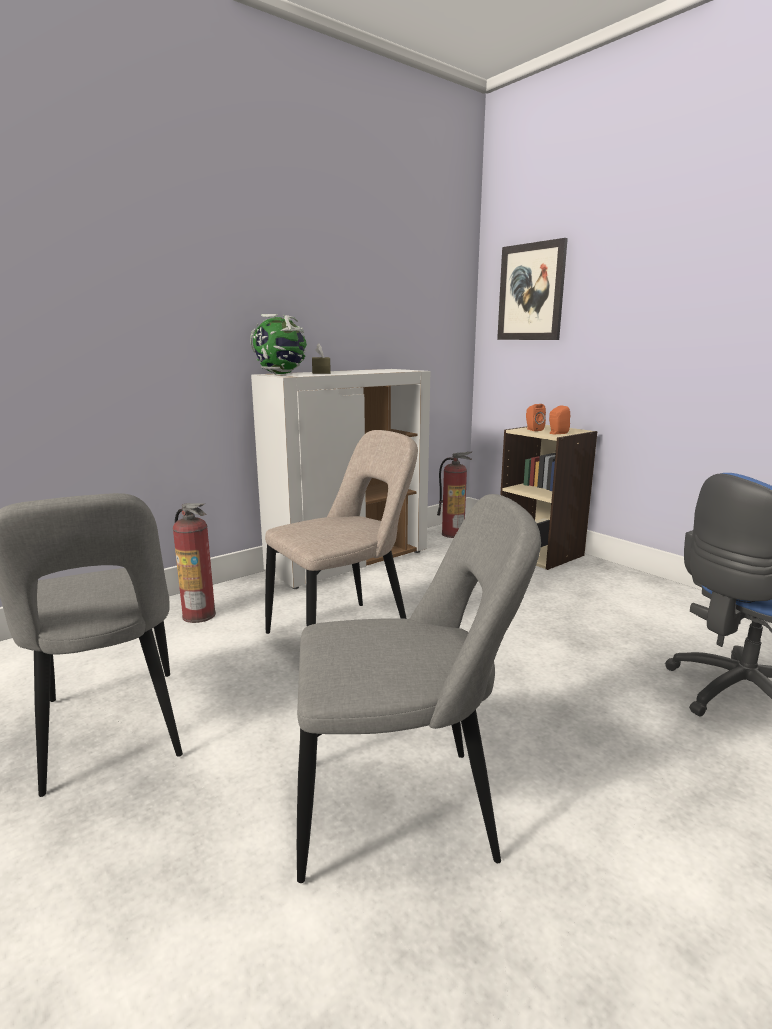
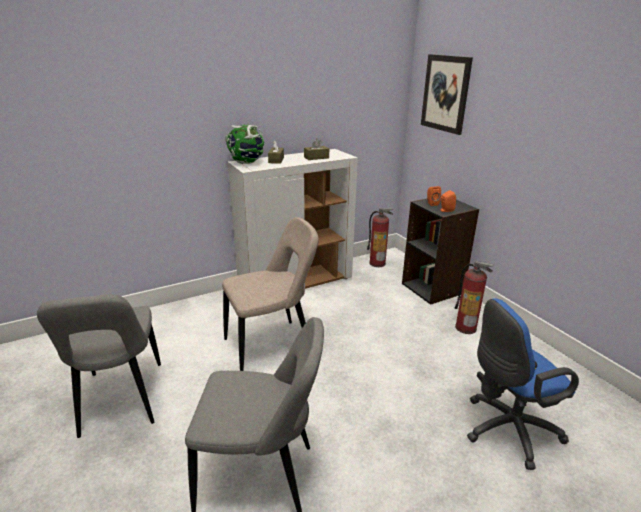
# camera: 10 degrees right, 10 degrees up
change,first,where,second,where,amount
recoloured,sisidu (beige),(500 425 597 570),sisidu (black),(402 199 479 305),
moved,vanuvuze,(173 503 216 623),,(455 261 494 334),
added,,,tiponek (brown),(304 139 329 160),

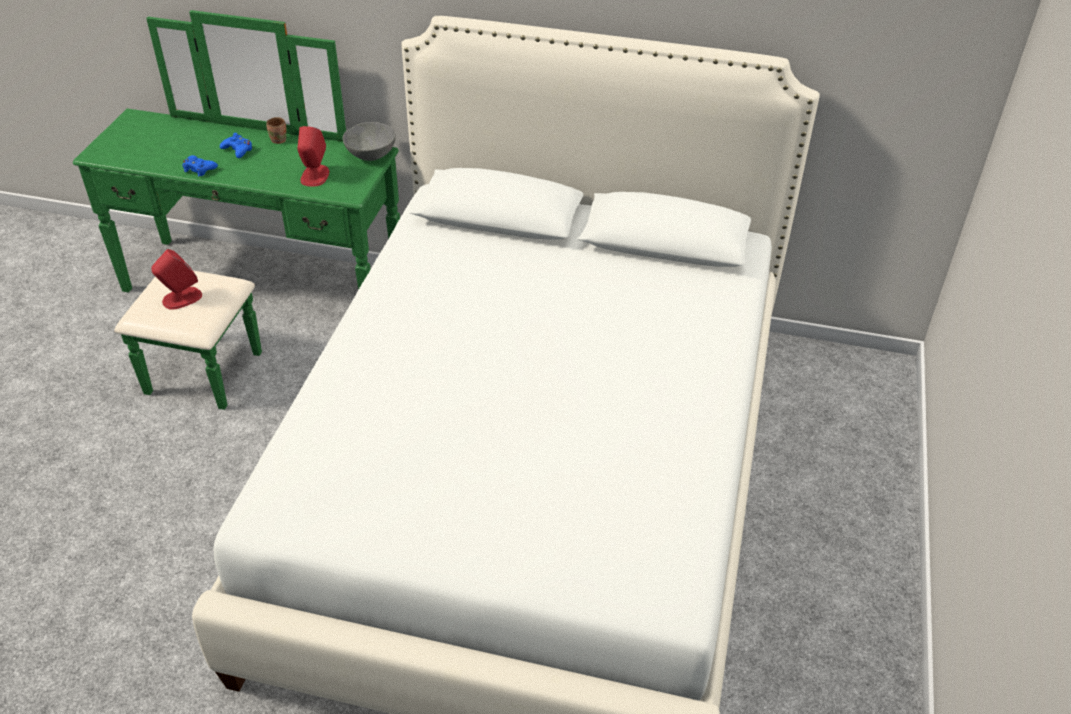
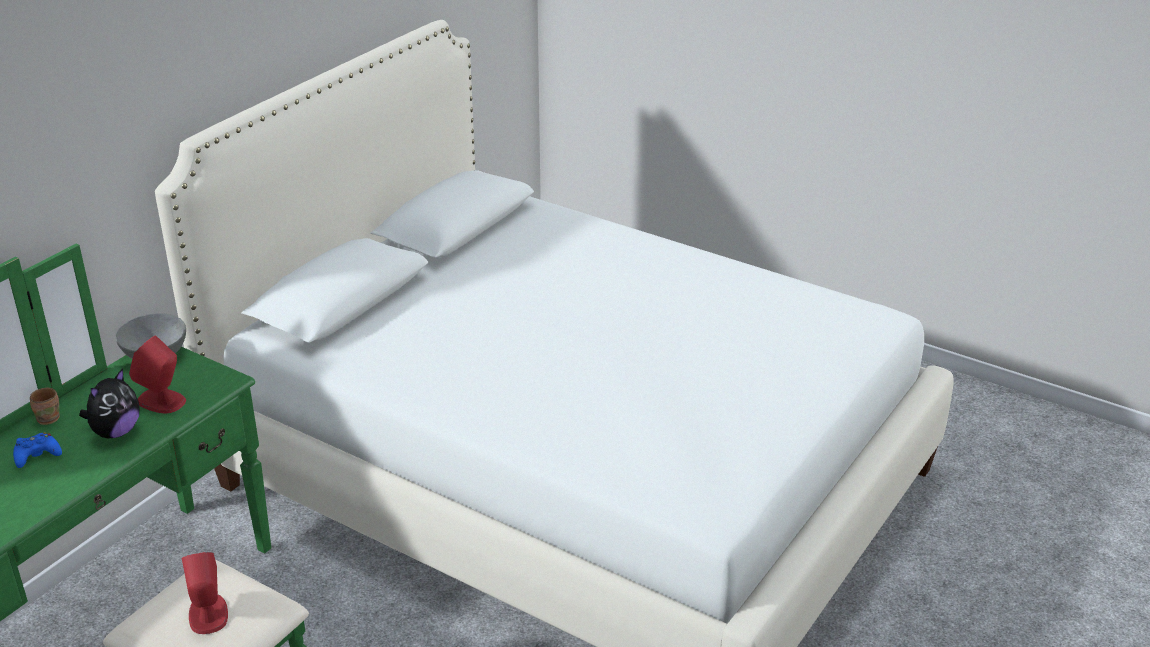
# camera: 70 degrees left, 10 degrees down
change,first,where,second,where,amount
removed,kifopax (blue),(183 155 218 177),,,
added,,,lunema,(79 368 139 438),

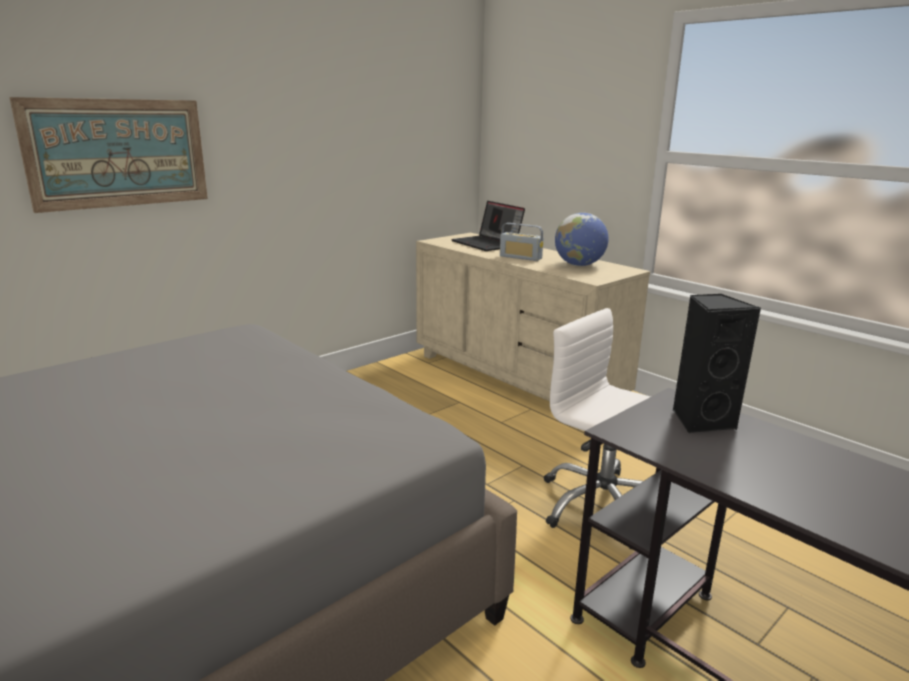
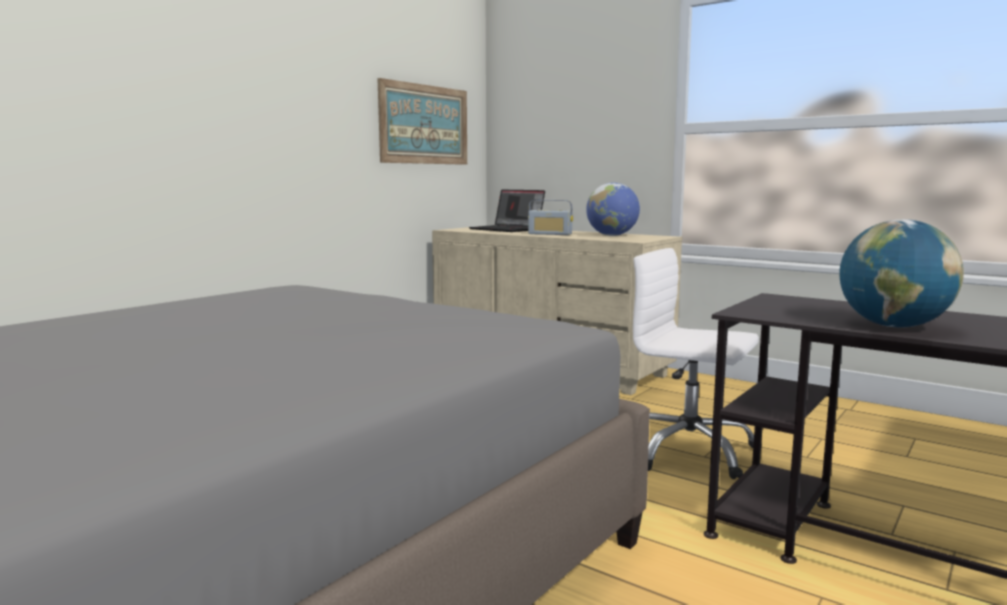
# camera: 10 degrees left, 10 degrees down
change,first,where,second,where,amount
moved,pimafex,(9 97 208 213),,(377 78 467 165),
removed,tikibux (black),(673 294 761 433),,,
added,,,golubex,(840 219 964 328),

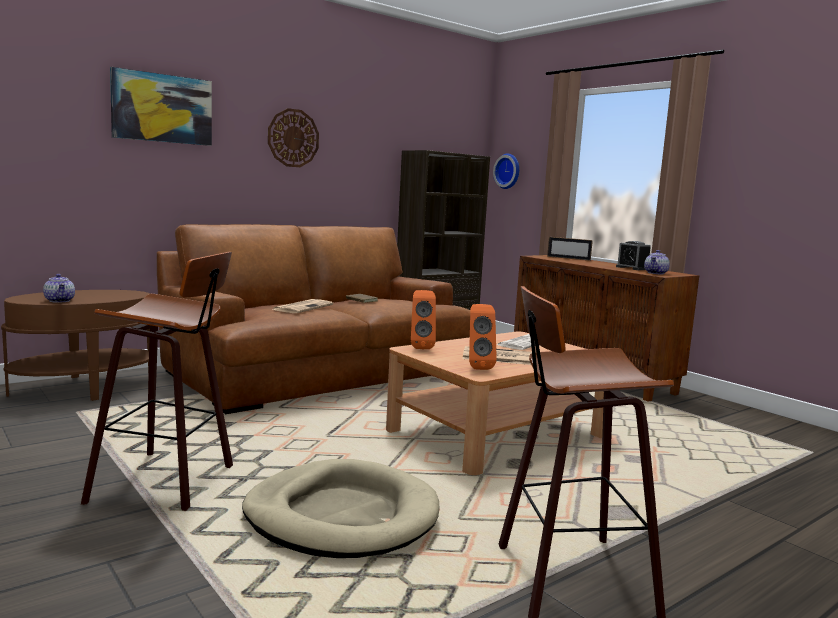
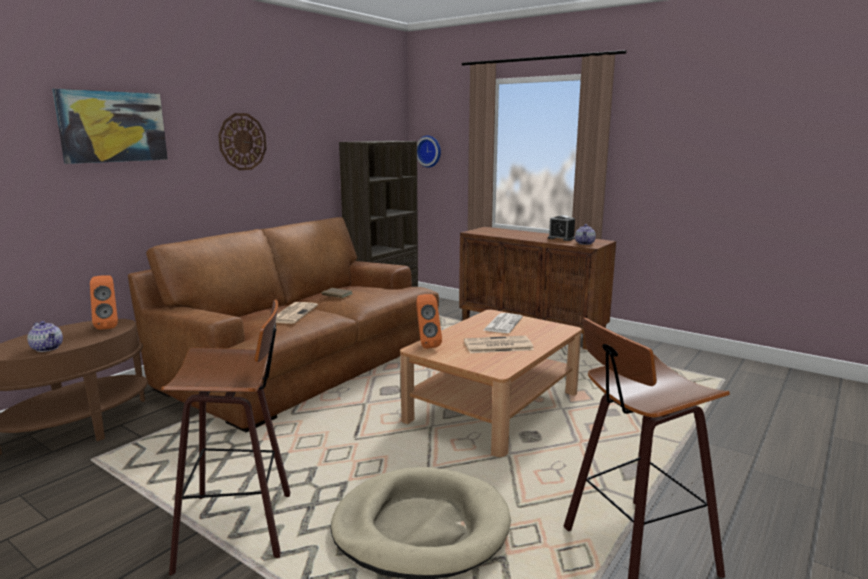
# camera: 15 degrees left, 5 degrees up
change,first,where,second,where,amount
removed,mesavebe,(547 237 593 261),,,
moved,tikibux (orange),(469 304 497 370),,(90 275 118 330),

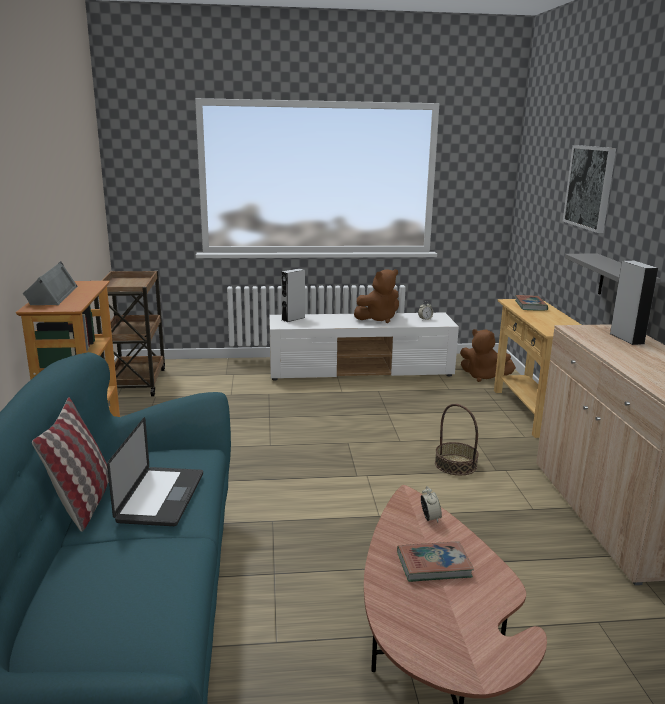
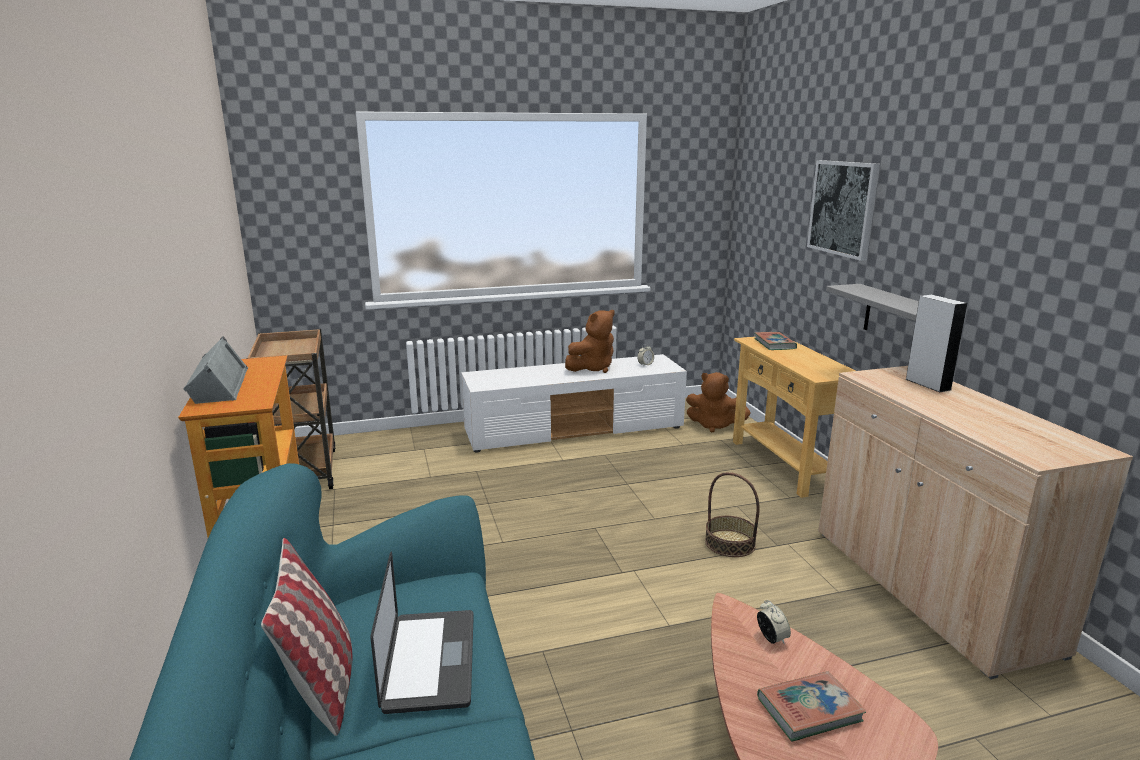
# camera: 10 degrees left, 0 degrees up
change,first,where,second,where,amount
removed,tikibux (grey),(281 268 305 322),,,

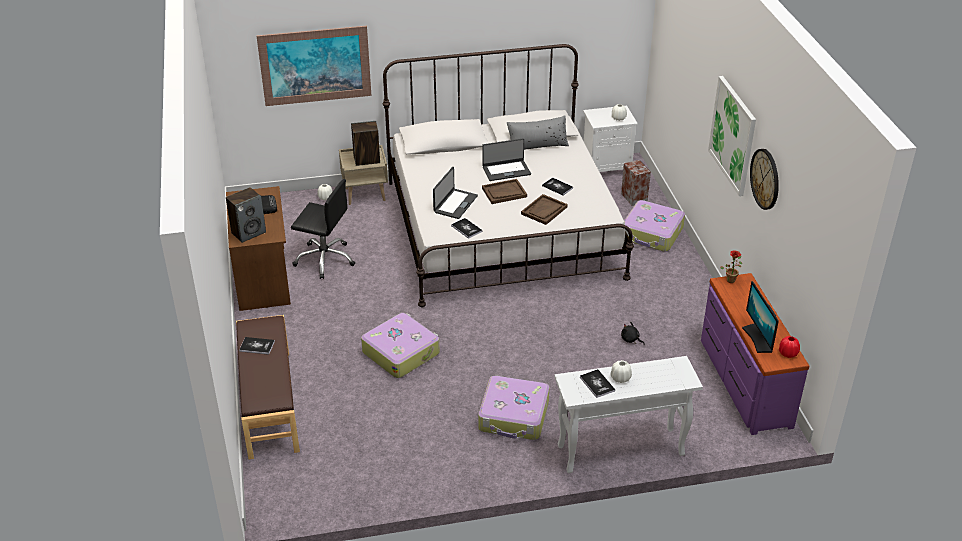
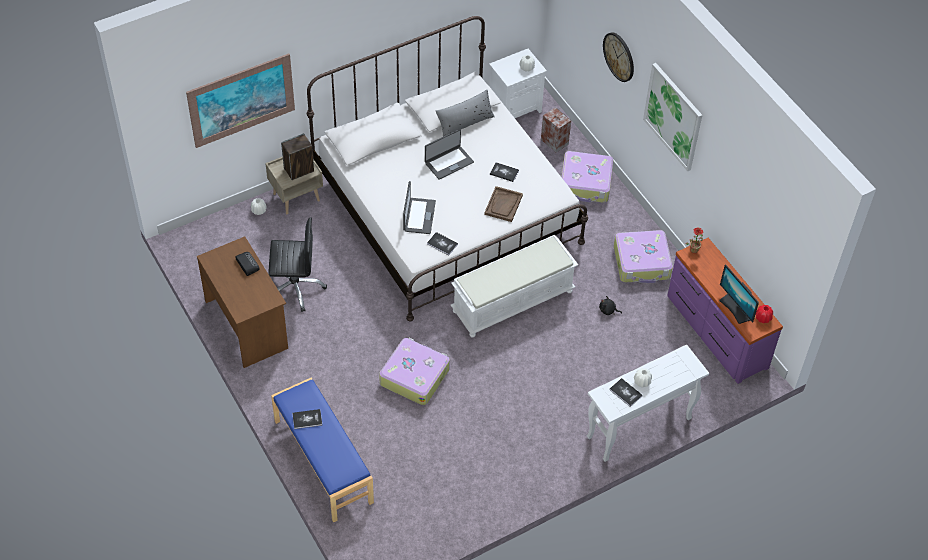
# camera: 20 degrees left, 15 degrees up
change,first,where,second,where,amount
moved,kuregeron,(750 149 779 210),,(603 32 634 82),
removed,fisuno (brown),(482 179 527 204),,,
removed,tikibux,(226 187 266 243),,,
recoloured,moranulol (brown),(236 315 300 460),moranulol (blue),(271 377 374 522),
moved,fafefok,(478 376 549 440),,(614 230 673 283),
added,,,moranulol (white),(451 235 578 337),

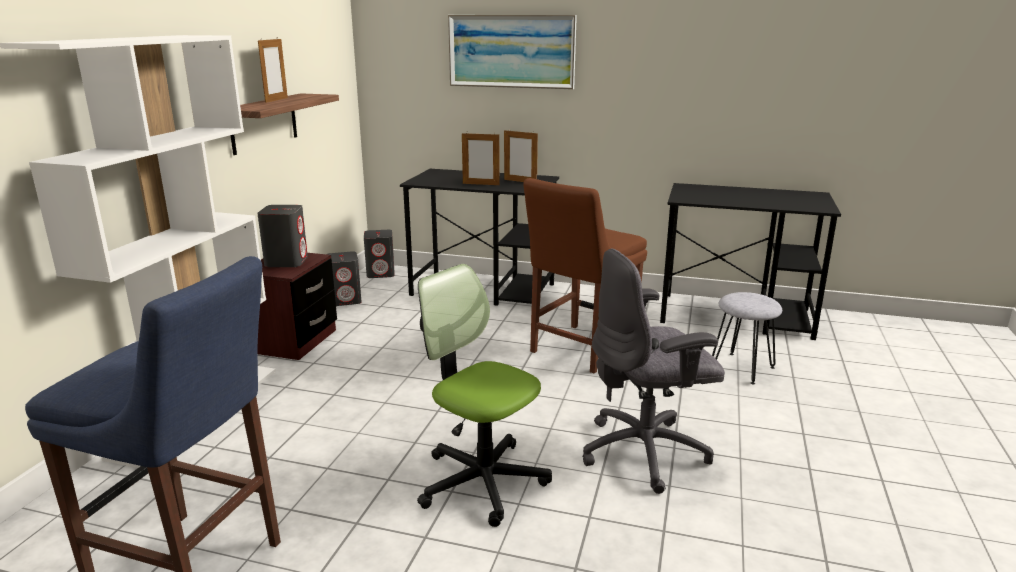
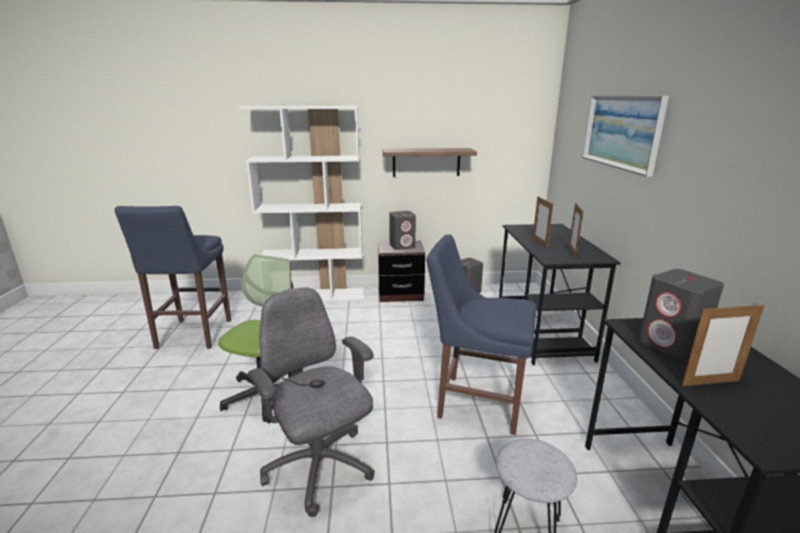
# camera: 70 degrees right, 0 degrees up
change,first,where,second,where,amount
moved,mesavebe,(258 37 288 103),,(682 302 765 386),
recoloured,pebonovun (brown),(523 178 647 374),pebonovun (blue),(426 234 537 435),
moved,tikibux (grey),(364 230 395 278),,(639 269 724 360),

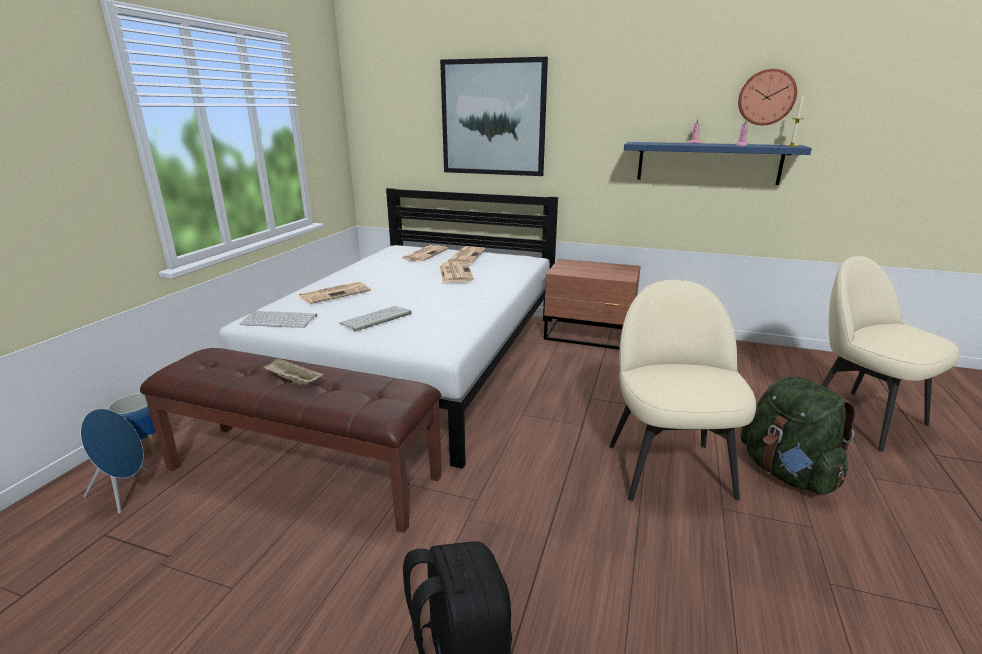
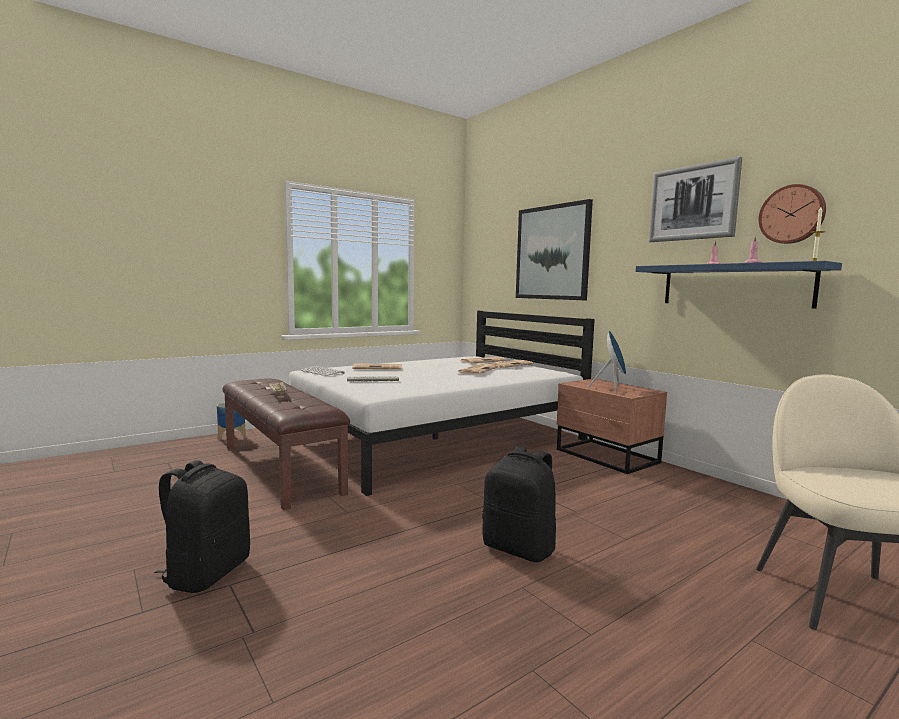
# camera: 35 degrees right, 15 degrees down
change,first,where,second,where,amount
replaced,pebonovun (beige),(609 280 756 501),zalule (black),(482 447 556 562),
removed,zalule (green),(740 377 855 495),,,
moved,tikibux (blue),(80 409 147 514),,(588 331 626 393),
added,,,pimafex,(649 157 742 242),

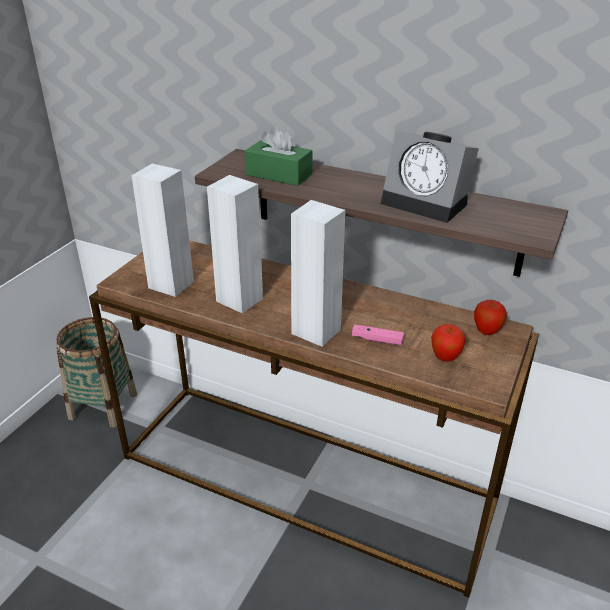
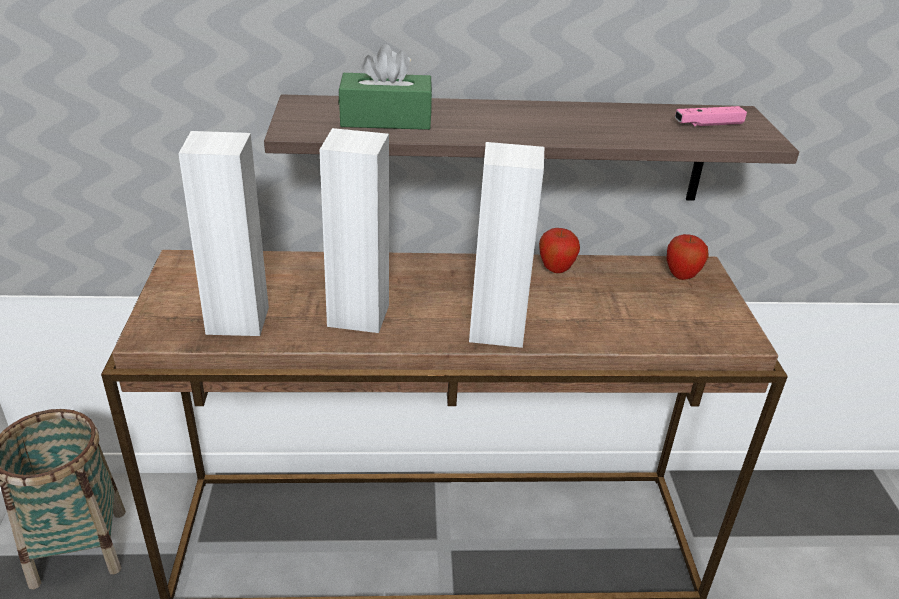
# camera: 30 degrees left, 0 degrees up
change,first,where,second,where,amount
removed,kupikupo,(381 132 479 223),,,
moved,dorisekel,(431 324 466 362),,(539 228 580 273),
moved,kifopax (pink),(352 325 404 346),,(675 106 747 126),

